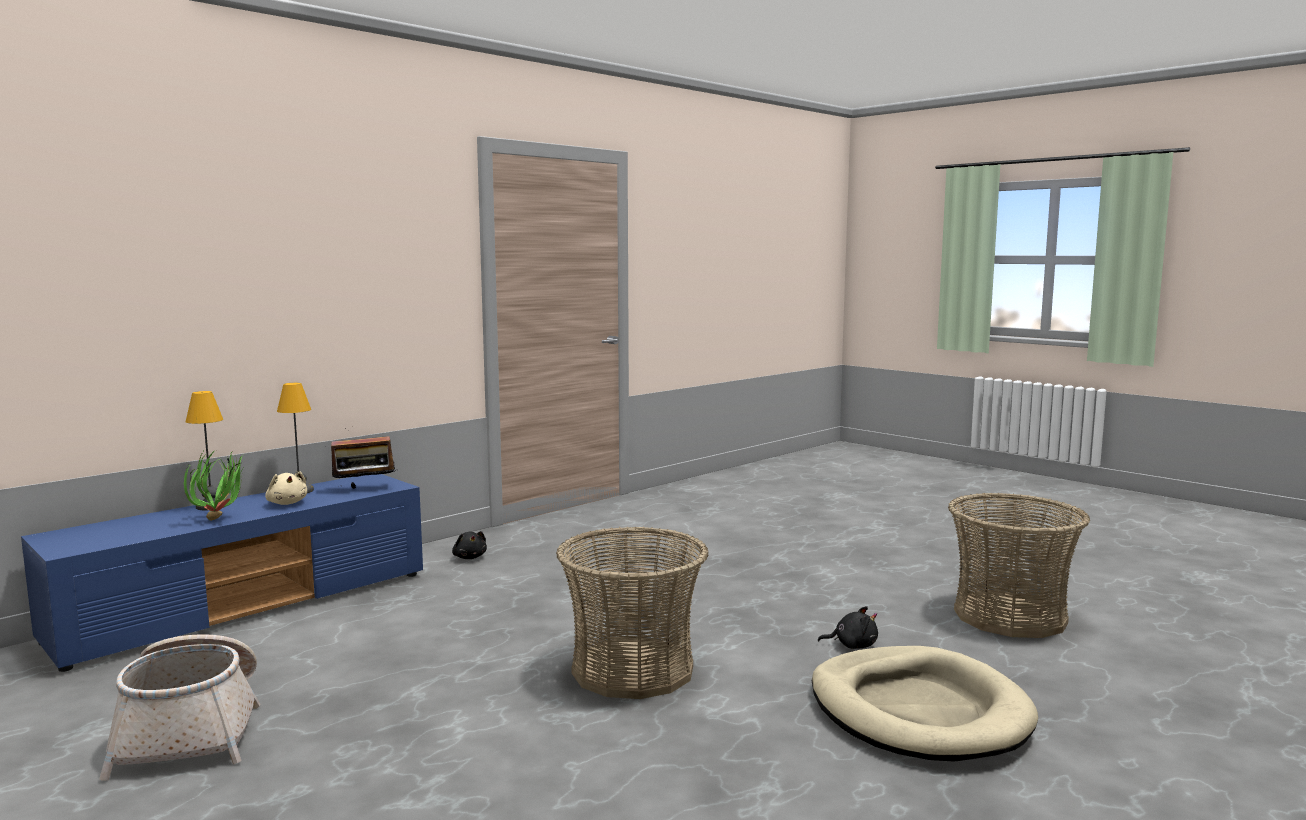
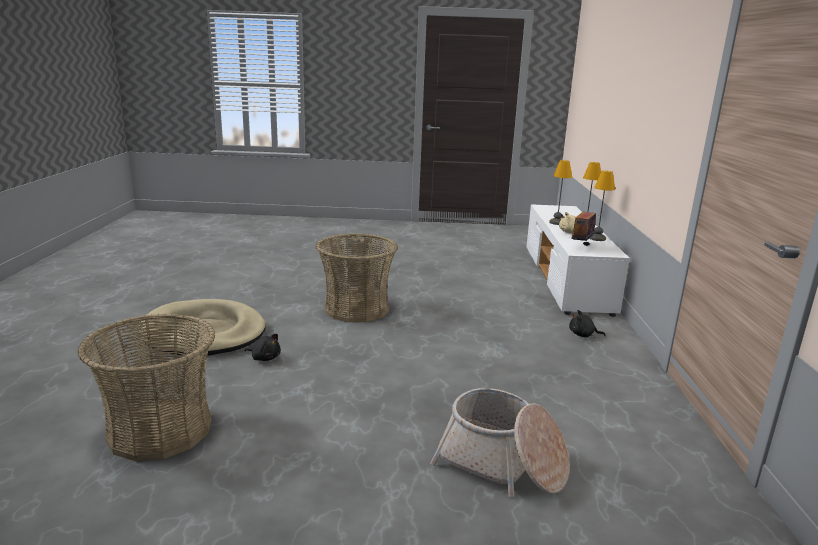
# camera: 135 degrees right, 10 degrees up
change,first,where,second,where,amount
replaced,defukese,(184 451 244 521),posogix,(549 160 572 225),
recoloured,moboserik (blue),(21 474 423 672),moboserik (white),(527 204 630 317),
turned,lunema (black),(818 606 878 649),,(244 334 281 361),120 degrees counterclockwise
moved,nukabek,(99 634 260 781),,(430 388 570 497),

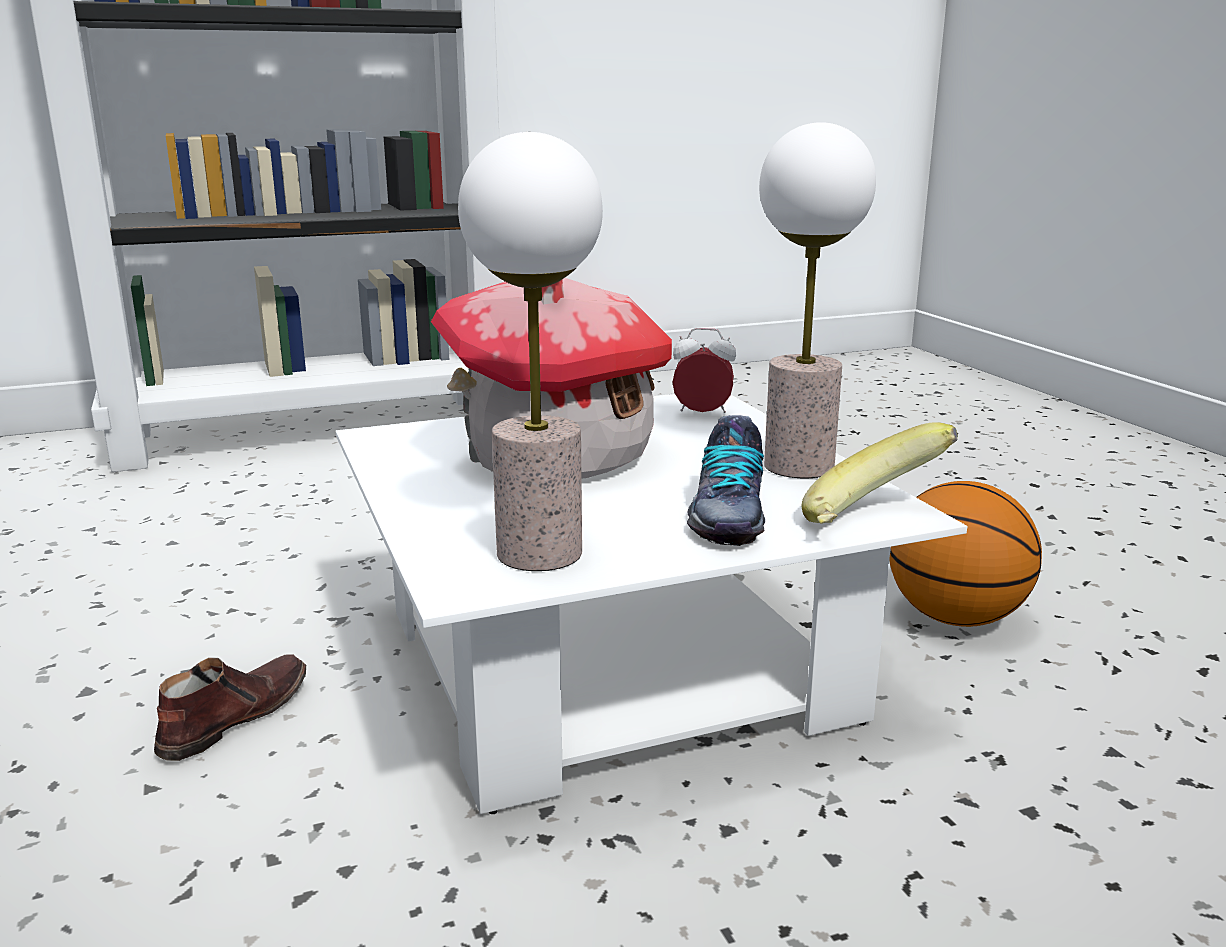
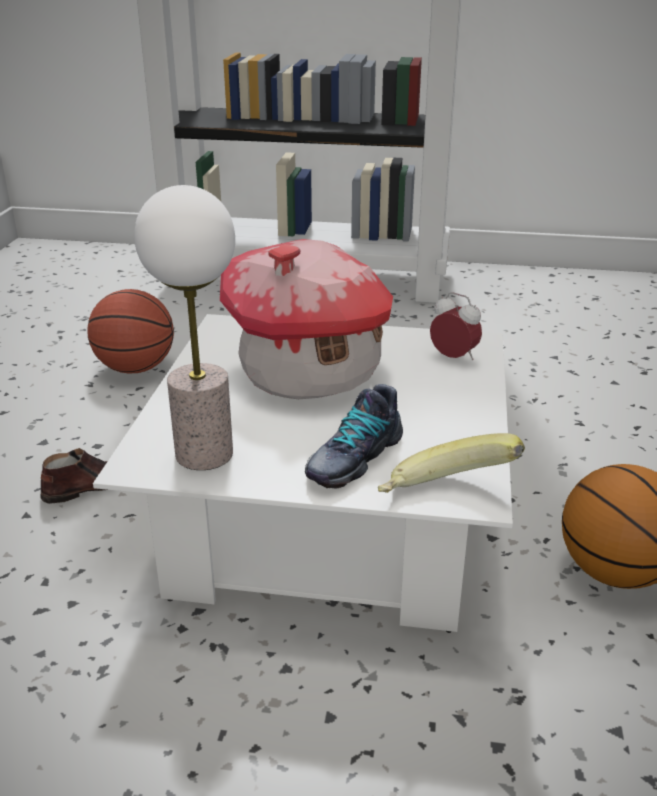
# camera: 30 degrees right, 10 degrees up
change,first,where,second,where,amount
removed,posogix,(759 122 876 478),,,
added,,,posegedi,(87 289 174 373),

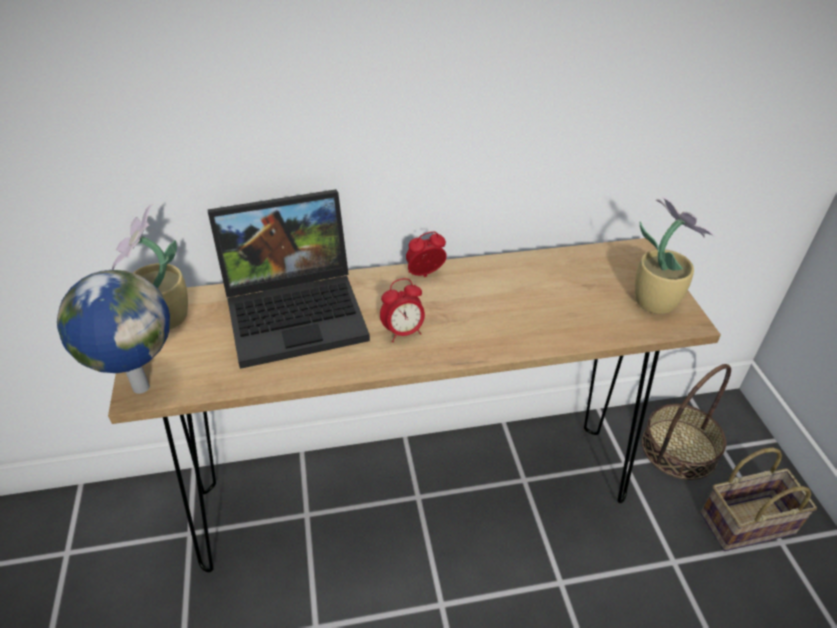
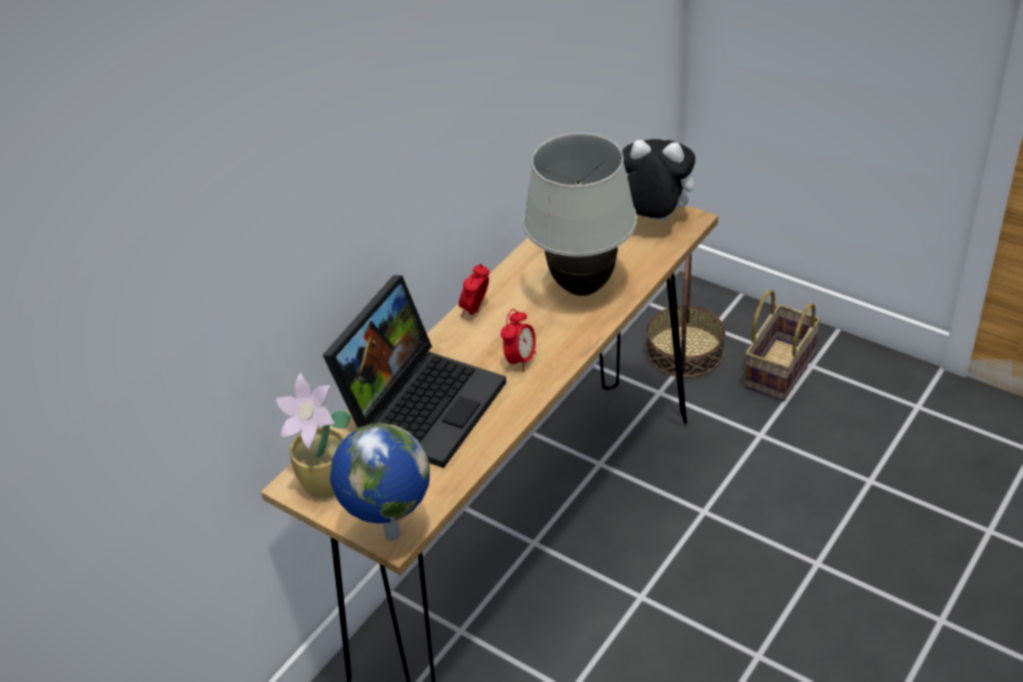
# camera: 40 degrees left, 0 degrees up
change,first,where,second,where,amount
replaced,defukese,(635 197 715 314),lunema,(622 139 695 221),
added,,,posogix (white),(523 133 637 296),

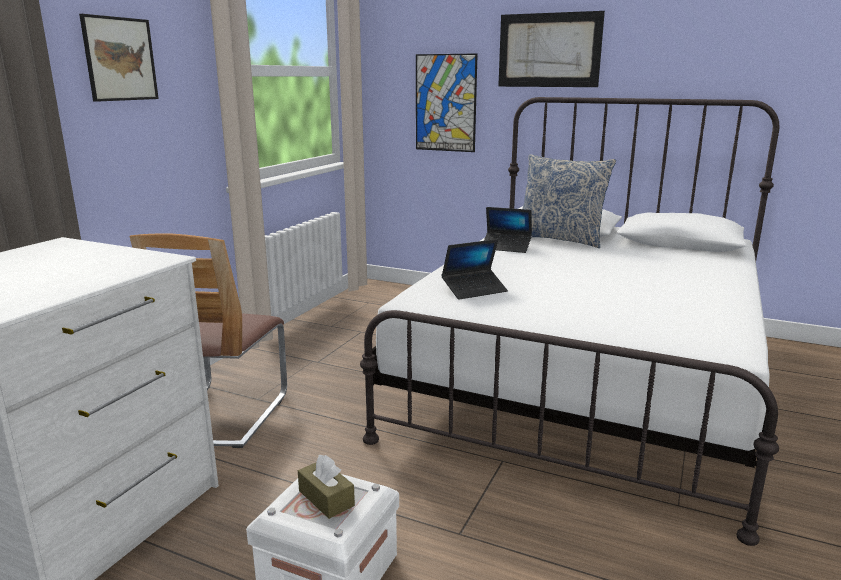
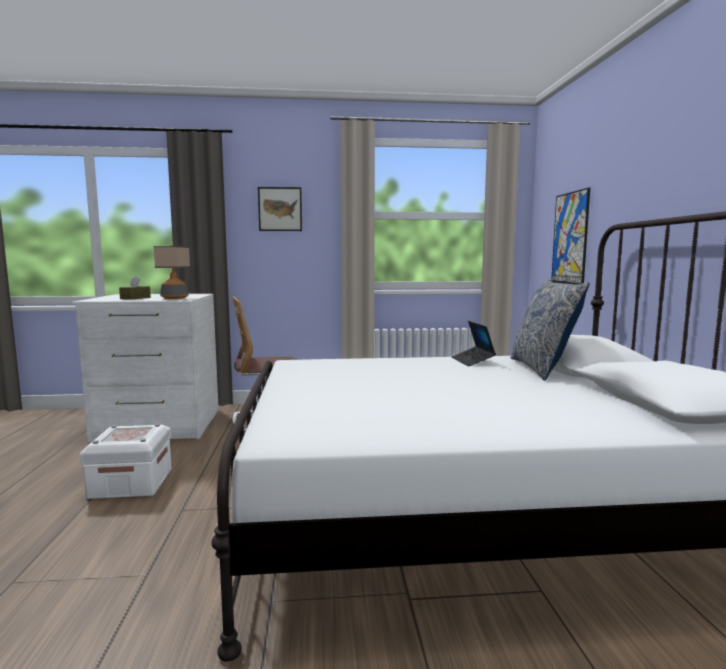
# camera: 60 degrees right, 10 degrees down
change,first,where,second,where,amount
removed,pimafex,(498 11 605 87),,,
removed,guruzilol,(441 239 508 300),,,
moved,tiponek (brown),(298 455 355 519),,(119 276 151 300),
added,,,posogix,(153 245 190 299),

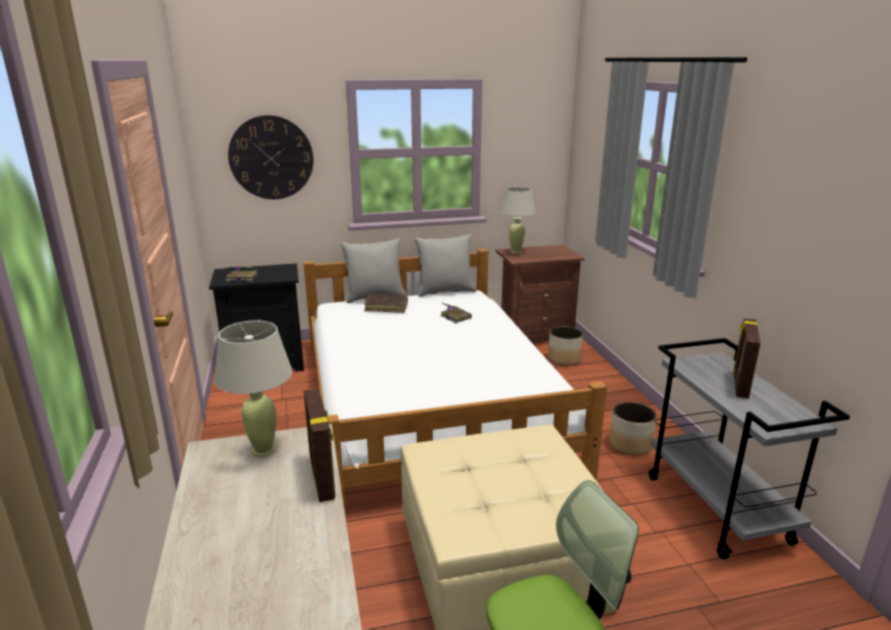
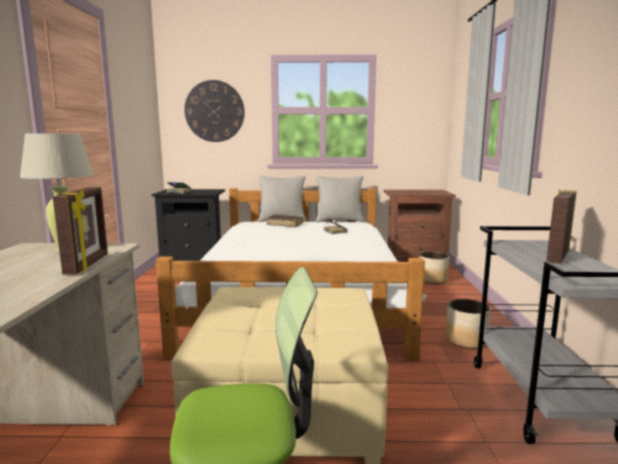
# camera: 15 degrees right, 10 degrees down
change,first,where,second,where,amount
removed,posogix (beige),(500 187 536 254),,,

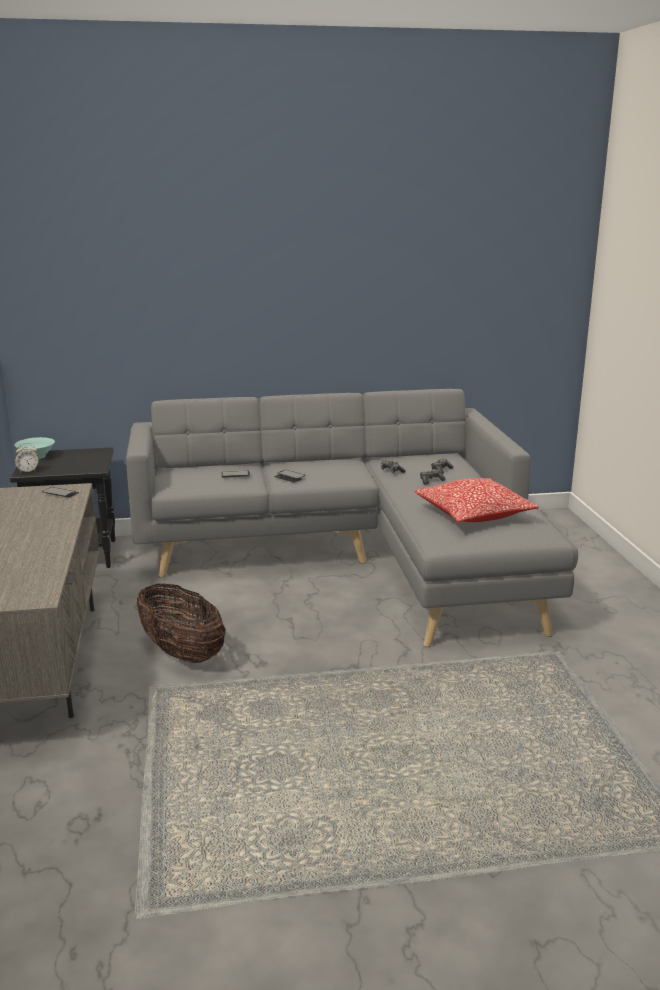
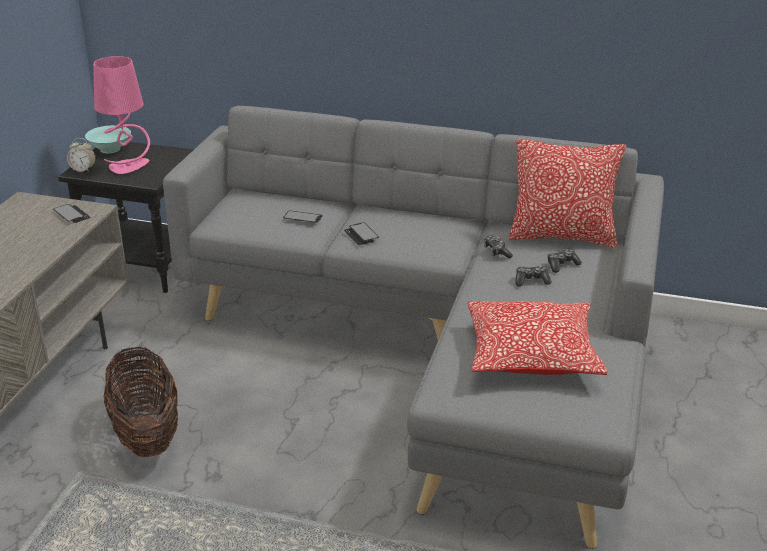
# camera: 25 degrees right, 10 degrees up
change,first,where,second,where,amount
added,,,posogix (pink),(93 56 150 174),
added,,,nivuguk,(509 139 626 248),

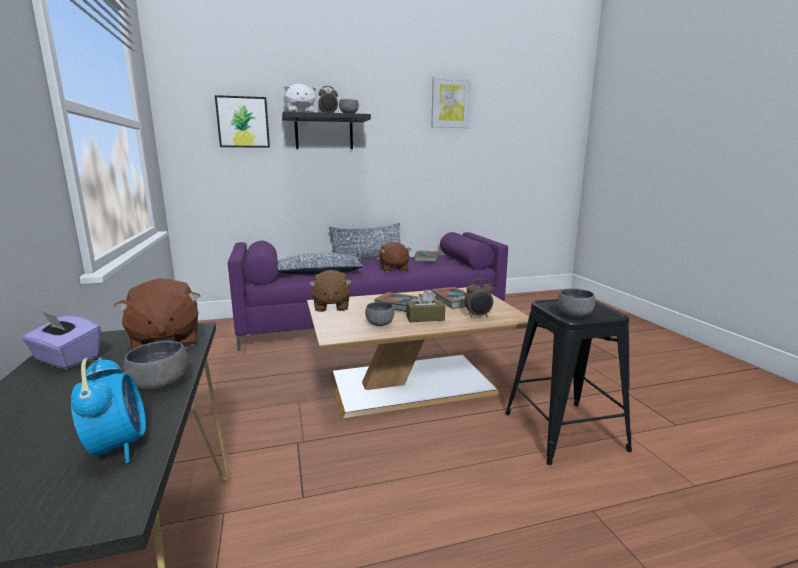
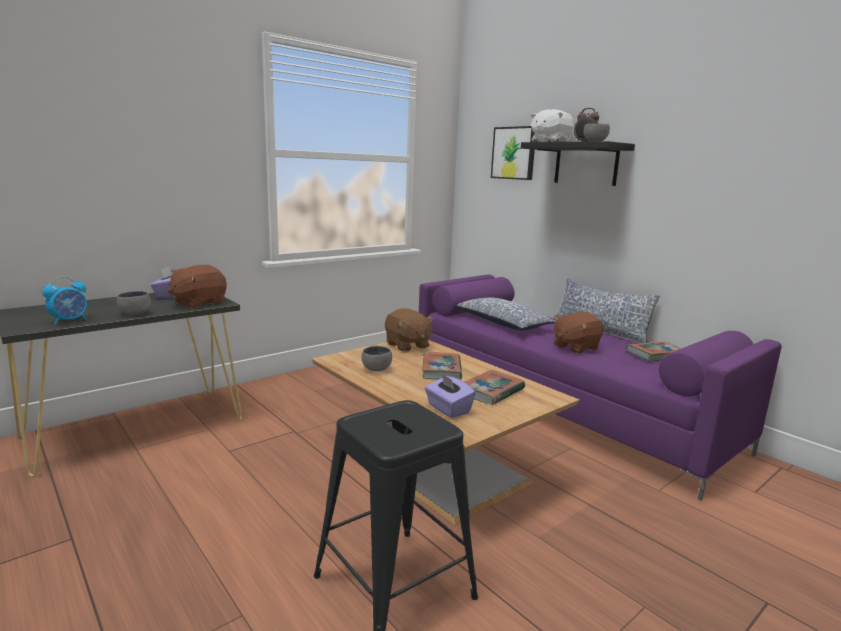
# camera: 65 degrees right, 0 degrees up
change,first,where,second,where,amount
removed,pimafex,(432 77 472 128),,,
turned,lunema (brown),(309 270 352 312),,(385 308 434 352),90 degrees counterclockwise
replaced,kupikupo,(464 279 494 317),tiponek (purple),(425 373 476 418),
removed,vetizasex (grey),(558 288 595 318),,,
removed,tiponek (brown),(406 289 445 322),,,

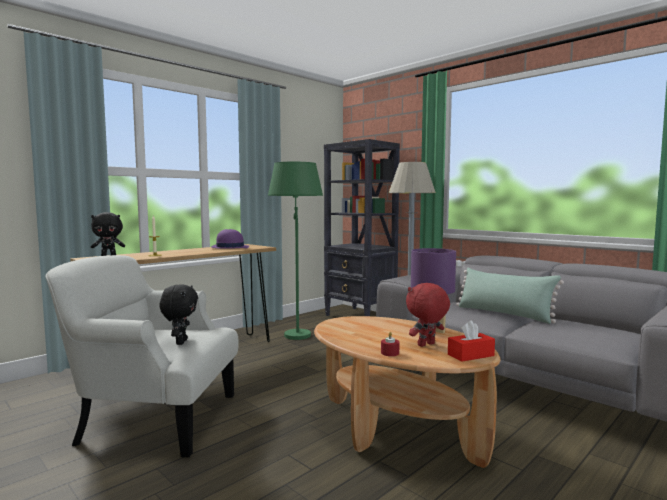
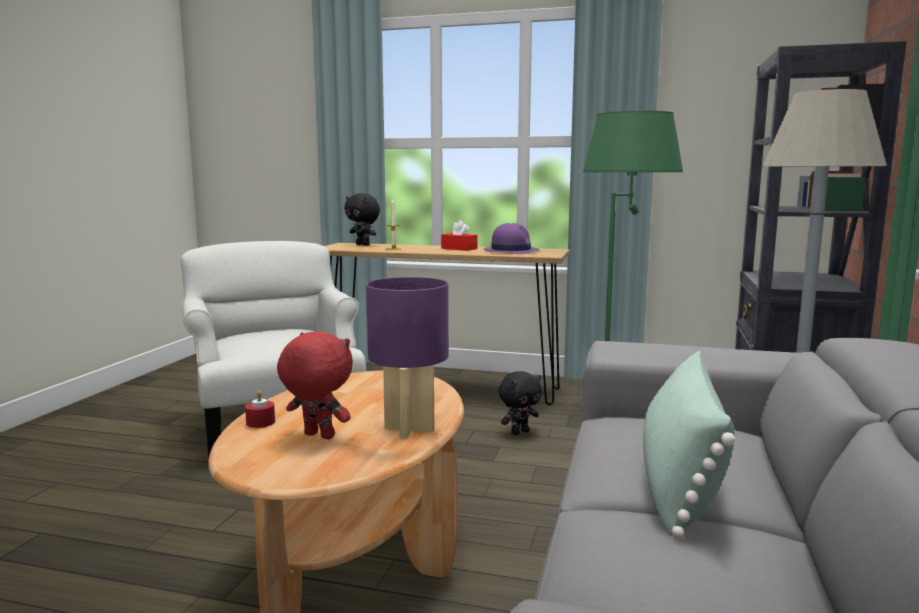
# camera: 60 degrees right, 5 degrees up
change,first,where,second,where,amount
moved,lunema (black),(159 284 198 345),,(499 371 542 435),
moved,tiponek (red),(448 320 495 362),,(441 220 478 251),

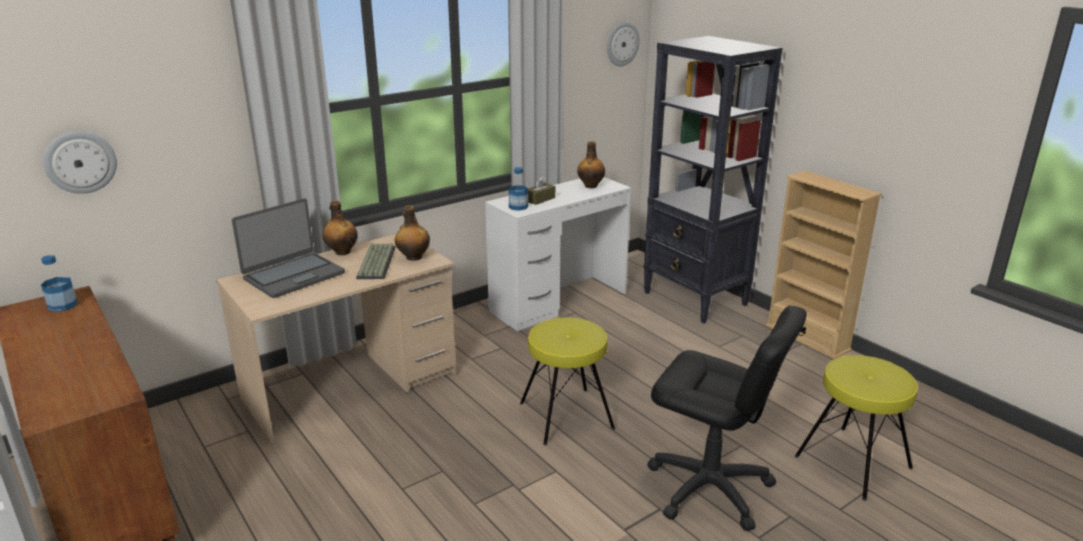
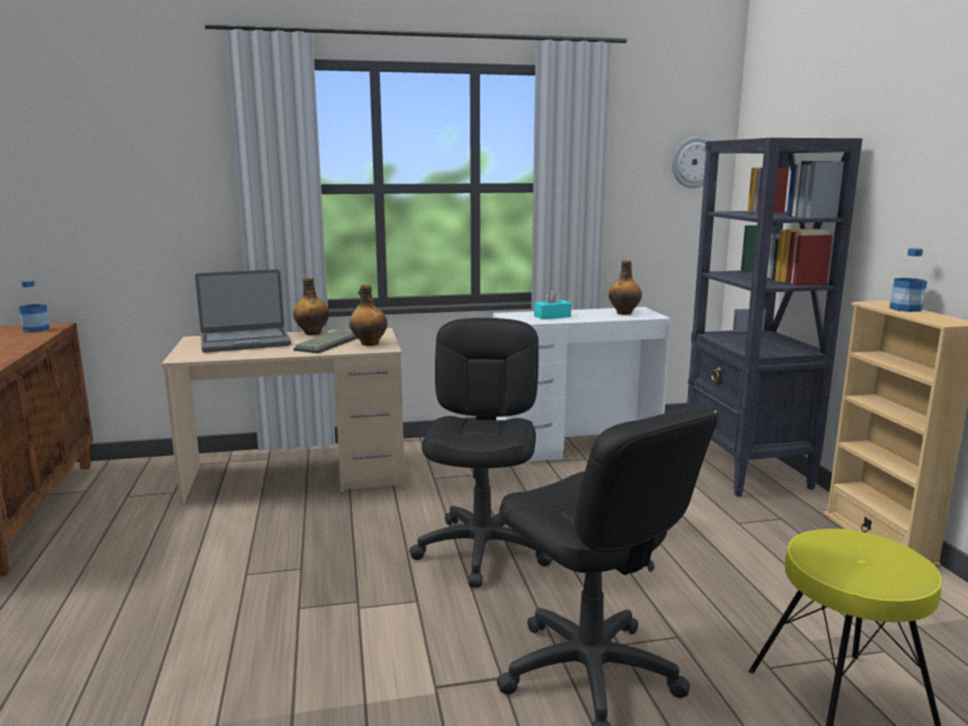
# camera: 25 degrees right, 10 degrees down
change,first,where,second,where,amount
removed,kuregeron,(43 131 117 194),,,
moved,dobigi,(509 167 528 211),,(889 248 927 312),
recoloured,tiponek (brown),(528 176 555 205),tiponek (turquoise),(534 289 571 319),
replaced,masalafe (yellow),(520 317 615 445),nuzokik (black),(409 318 553 588),

